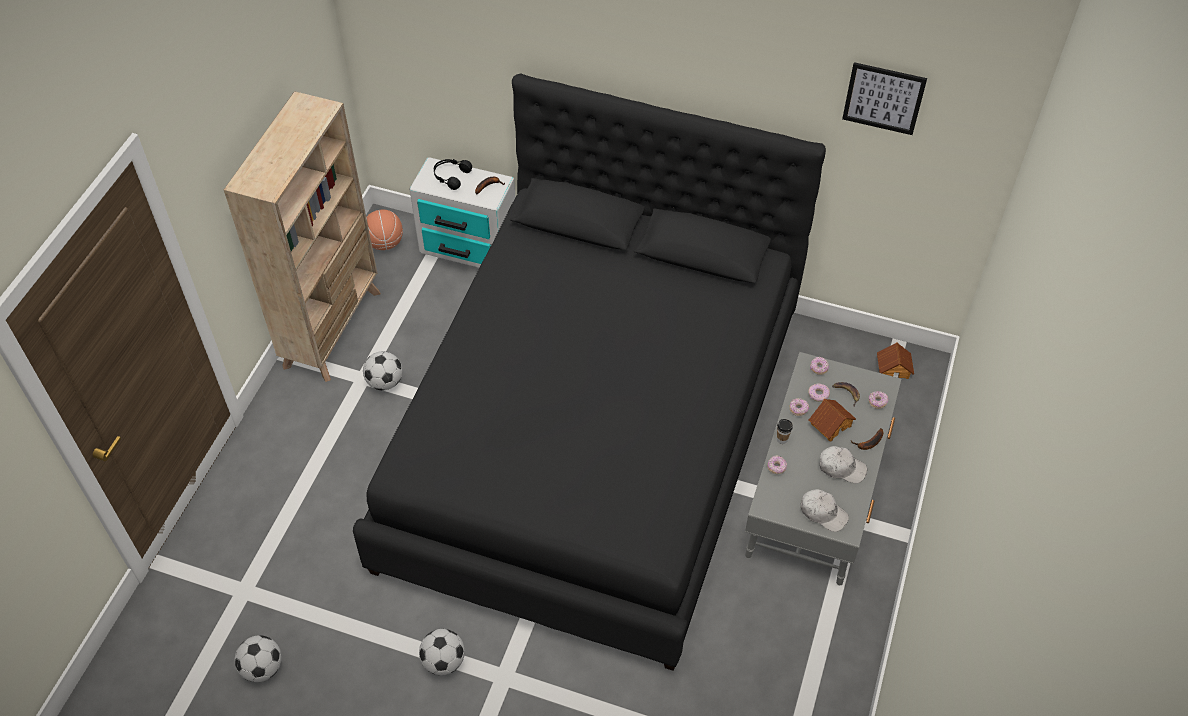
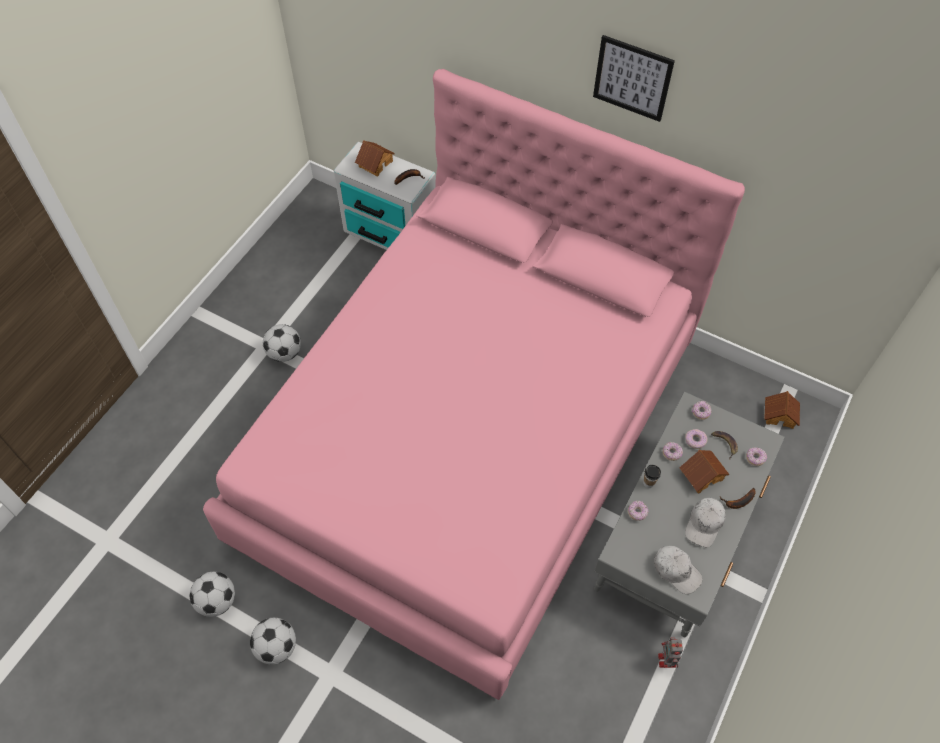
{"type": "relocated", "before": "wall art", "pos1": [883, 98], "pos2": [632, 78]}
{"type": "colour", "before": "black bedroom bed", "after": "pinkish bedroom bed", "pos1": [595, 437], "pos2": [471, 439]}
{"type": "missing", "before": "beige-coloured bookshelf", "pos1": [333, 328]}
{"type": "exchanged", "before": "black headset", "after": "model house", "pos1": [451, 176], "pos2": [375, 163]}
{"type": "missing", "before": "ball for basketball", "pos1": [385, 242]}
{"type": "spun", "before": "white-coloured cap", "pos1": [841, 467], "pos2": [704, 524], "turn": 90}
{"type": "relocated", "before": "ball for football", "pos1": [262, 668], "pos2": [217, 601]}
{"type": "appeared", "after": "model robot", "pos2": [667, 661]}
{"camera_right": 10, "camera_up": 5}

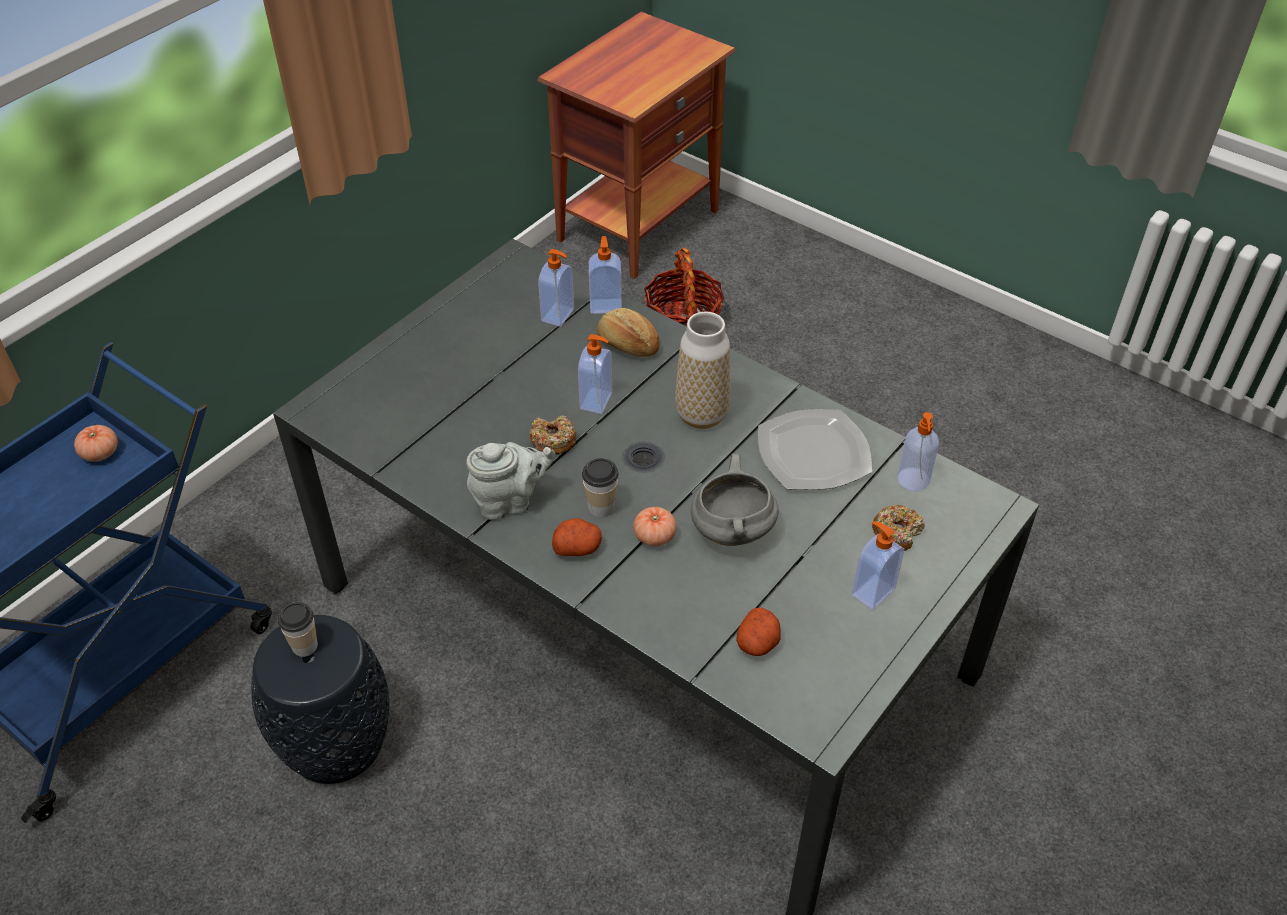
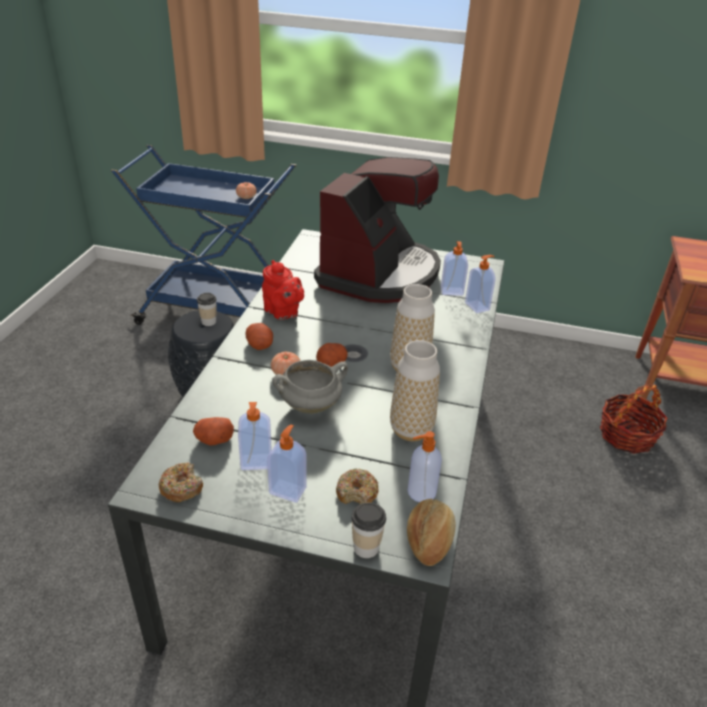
{"type": "relocated", "before": "baked bread", "pos1": [627, 345], "pos2": [429, 540]}
{"type": "relocated", "before": "liquid soap bottle", "pos1": [597, 401], "pos2": [256, 463]}
{"type": "exchanged", "before": "flat dish", "after": "decorative vase", "pos1": [815, 453], "pos2": [411, 430]}
{"type": "relocated", "before": "doughnut", "pos1": [553, 441], "pos2": [181, 487]}
{"type": "colour", "before": "gray teapot", "after": "red-coloured teapot", "pos1": [510, 502], "pos2": [283, 313]}
{"type": "relocated", "before": "drinking cup", "pos1": [601, 506], "pos2": [366, 547]}
{"type": "appeared", "after": "coffee maker", "pos2": [379, 273]}
{"type": "appeared", "after": "whole potato", "pos2": [331, 363]}
{"camera_right": 65, "camera_up": -10}

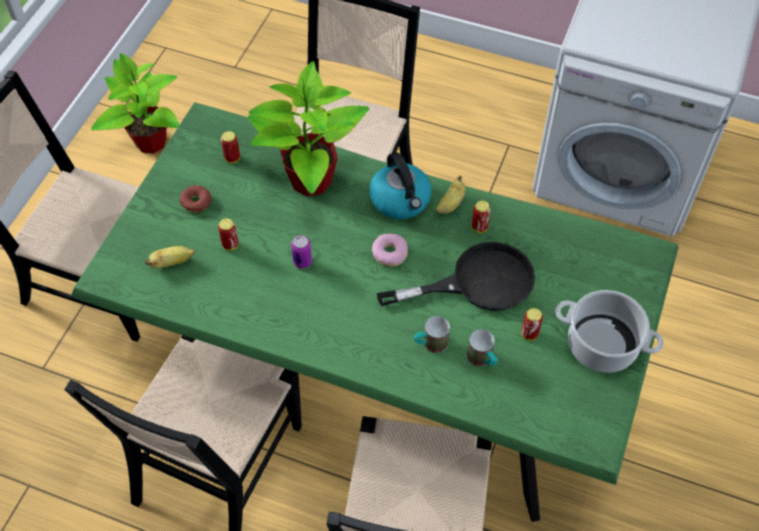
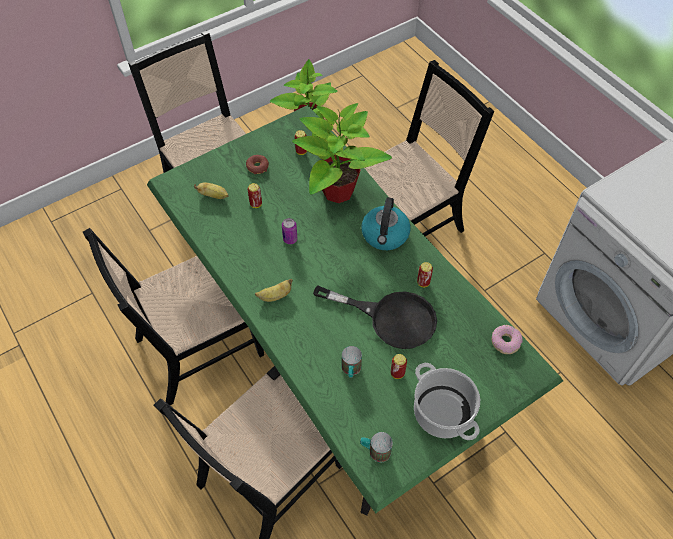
{"type": "relocated", "before": "banana", "pos1": [450, 204], "pos2": [275, 296]}
{"type": "relocated", "before": "doughnut", "pos1": [390, 253], "pos2": [505, 342]}
{"type": "relocated", "before": "mug", "pos1": [430, 344], "pos2": [375, 451]}
{"camera_right": 35, "camera_up": 0}

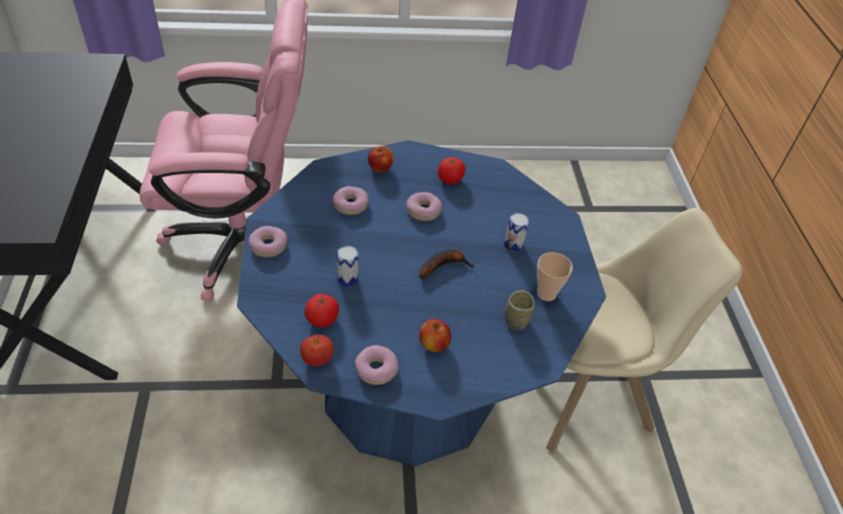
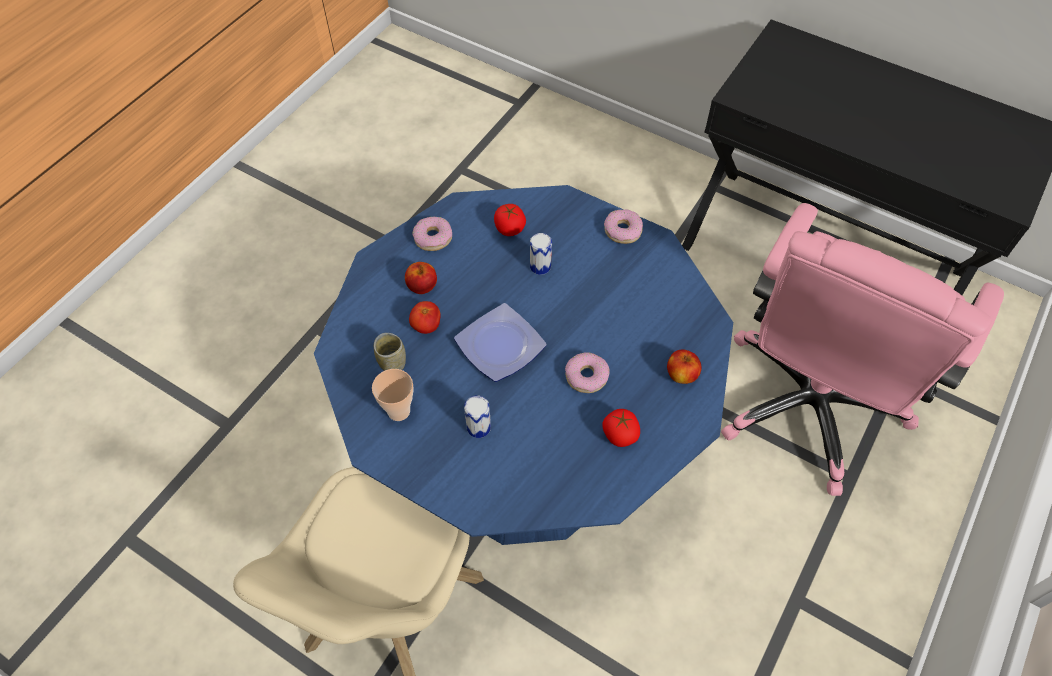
{"type": "missing", "before": "doughnut", "pos1": [350, 204]}
{"type": "exchanged", "before": "banana", "after": "flat dish", "pos1": [443, 265], "pos2": [500, 347]}
{"type": "relocated", "before": "whole tomato", "pos1": [317, 359], "pos2": [426, 326]}
{"camera_right": 130, "camera_up": 10}

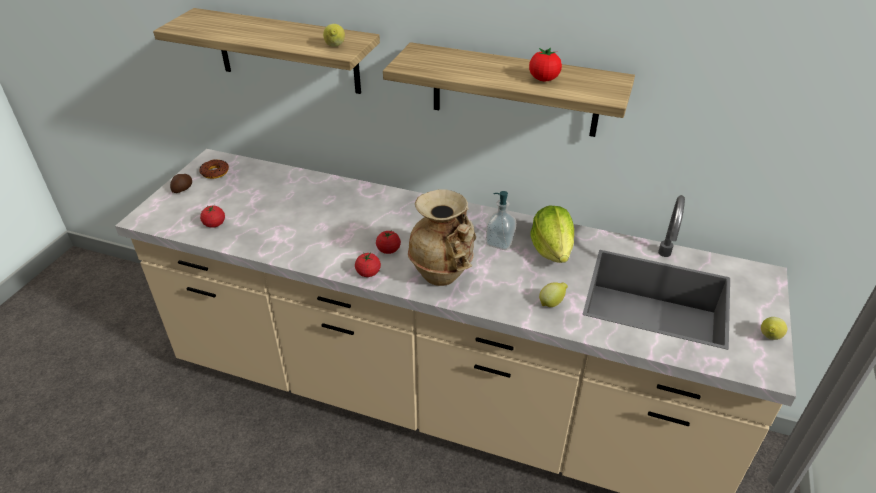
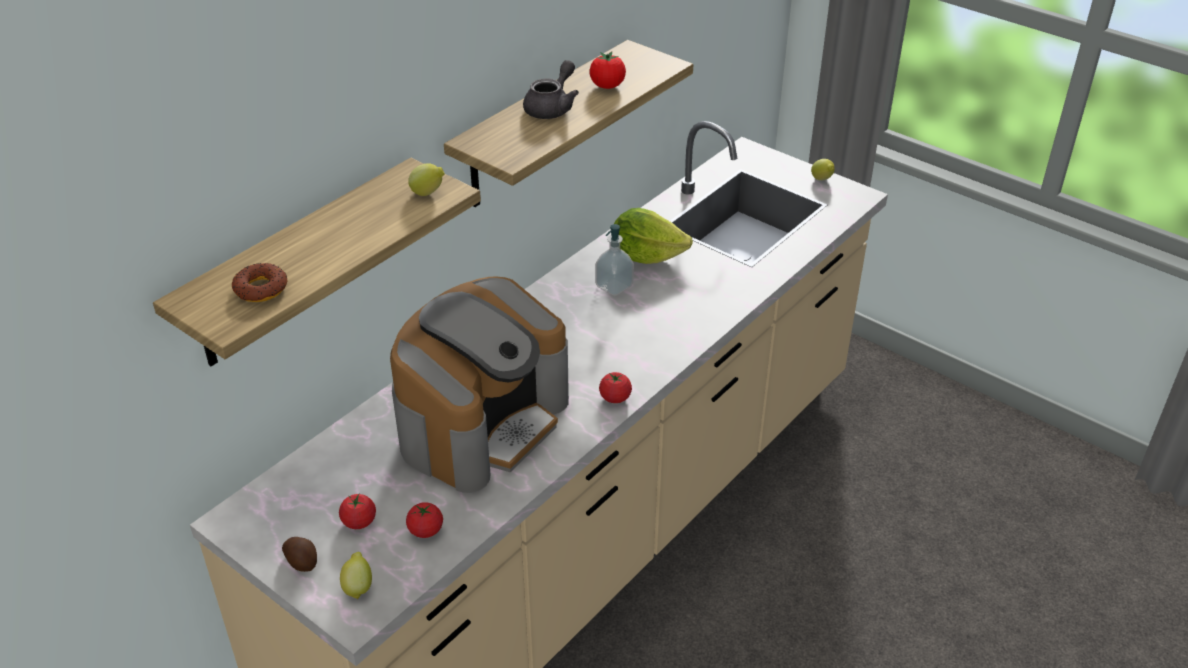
{"type": "relocated", "before": "doughnut", "pos1": [215, 172], "pos2": [260, 289]}
{"type": "missing", "before": "beige-coloured decorative vase", "pos1": [443, 274]}
{"type": "relocated", "before": "whole tomato", "pos1": [388, 250], "pos2": [359, 521]}
{"type": "relocated", "before": "lemon", "pos1": [552, 303], "pos2": [358, 586]}
{"type": "appeared", "after": "gray teapot", "pos2": [552, 107]}
{"type": "appeared", "after": "coffee maker", "pos2": [482, 422]}
{"camera_right": -70, "camera_up": 0}

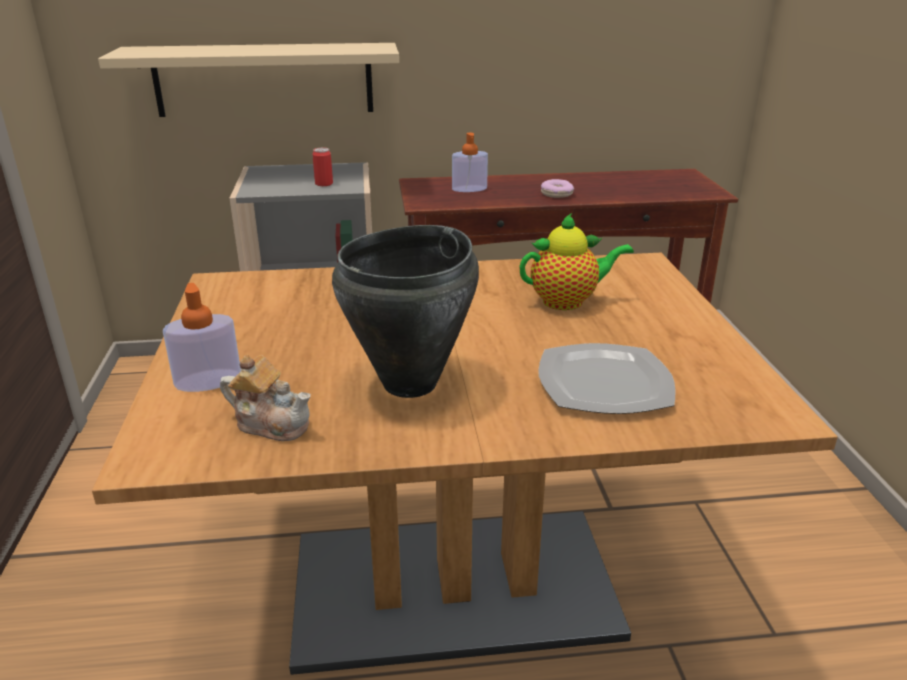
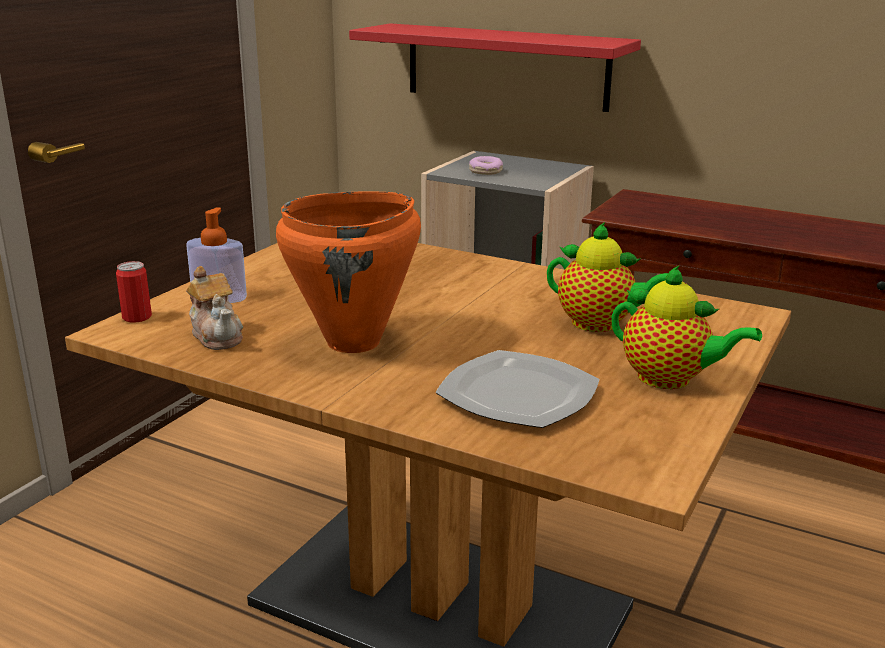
{"type": "colour", "before": "beige-coloured wall shelf", "after": "red-coloured wall shelf", "pos1": [264, 80], "pos2": [506, 66]}
{"type": "missing", "before": "liquid soap bottle", "pos1": [469, 189]}
{"type": "relocated", "before": "can", "pos1": [324, 184], "pos2": [137, 317]}
{"type": "relocated", "before": "doughnut", "pos1": [556, 194], "pos2": [485, 171]}
{"type": "colour", "before": "black stockpot", "after": "orange stockpot", "pos1": [411, 383], "pos2": [354, 342]}
{"type": "appeared", "after": "teapot", "pos2": [670, 379]}
{"camera_right": 35, "camera_up": -5}

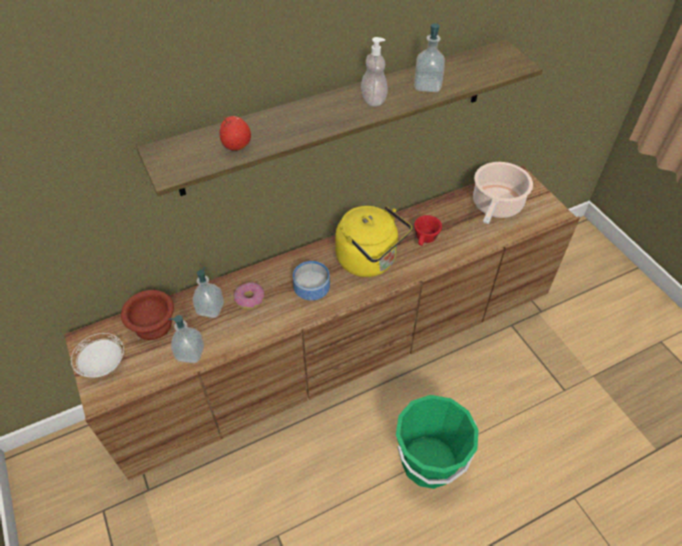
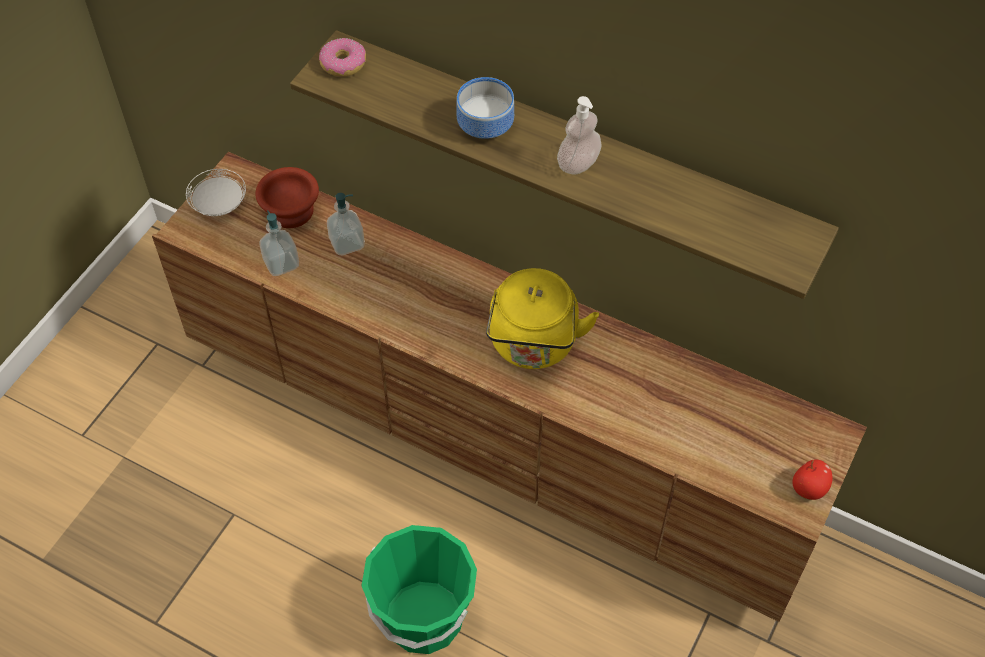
{"type": "missing", "before": "liquid soap bottle", "pos1": [427, 85]}
{"type": "relocated", "before": "apple", "pos1": [236, 146], "pos2": [809, 488]}
{"type": "missing", "before": "stockpot", "pos1": [496, 206]}
{"type": "missing", "before": "red-coloured drinking cup", "pos1": [425, 239]}
{"type": "relocated", "before": "bowl", "pos1": [310, 290], "pos2": [484, 124]}
{"type": "relocated", "before": "doughnut", "pos1": [250, 299], "pos2": [343, 64]}
{"camera_right": 55, "camera_up": 5}

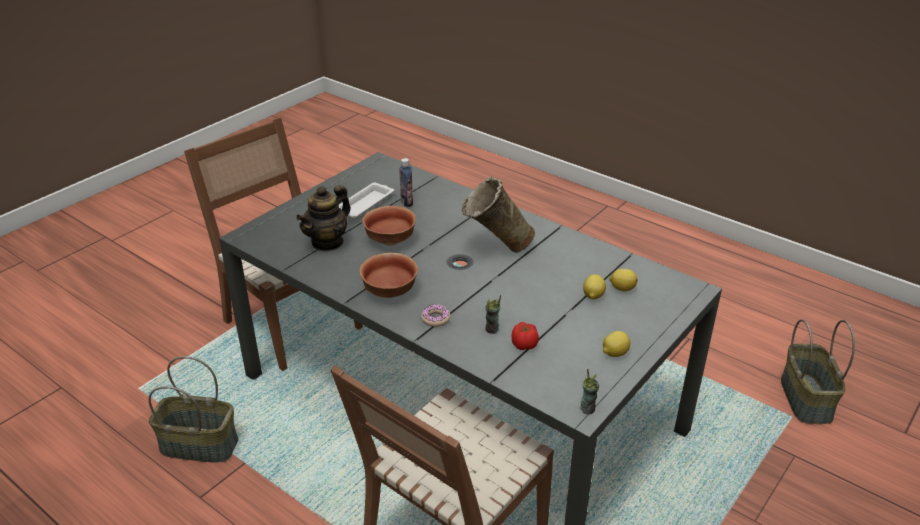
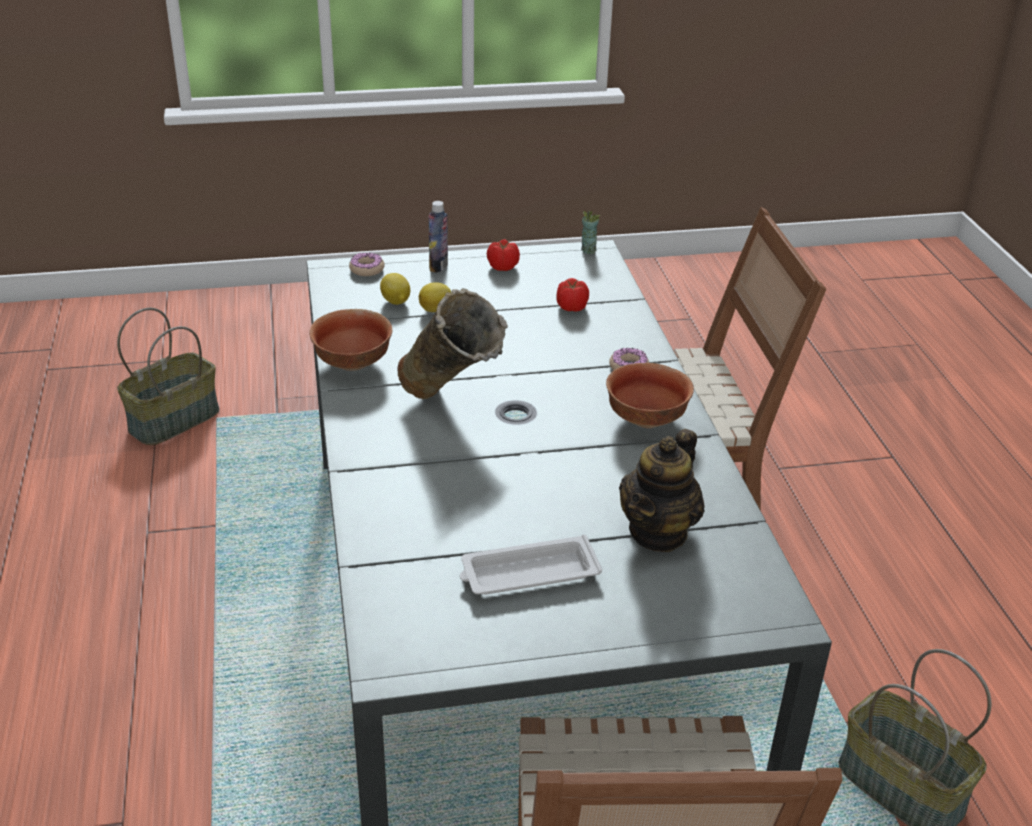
{"type": "relocated", "before": "bottle", "pos1": [406, 202], "pos2": [438, 266]}
{"type": "spun", "before": "teapot", "pos1": [327, 242], "pos2": [658, 532], "turn": 135}
{"type": "relocated", "before": "bowl", "pos1": [389, 240], "pos2": [354, 363]}
{"type": "missing", "before": "drinking cup", "pos1": [492, 329]}
{"type": "exchanged", "before": "lemon", "after": "whole tomato", "pos1": [614, 353], "pos2": [502, 267]}
{"type": "appeared", "after": "doughnut", "pos2": [367, 269]}
{"camera_right": -140, "camera_up": 0}

